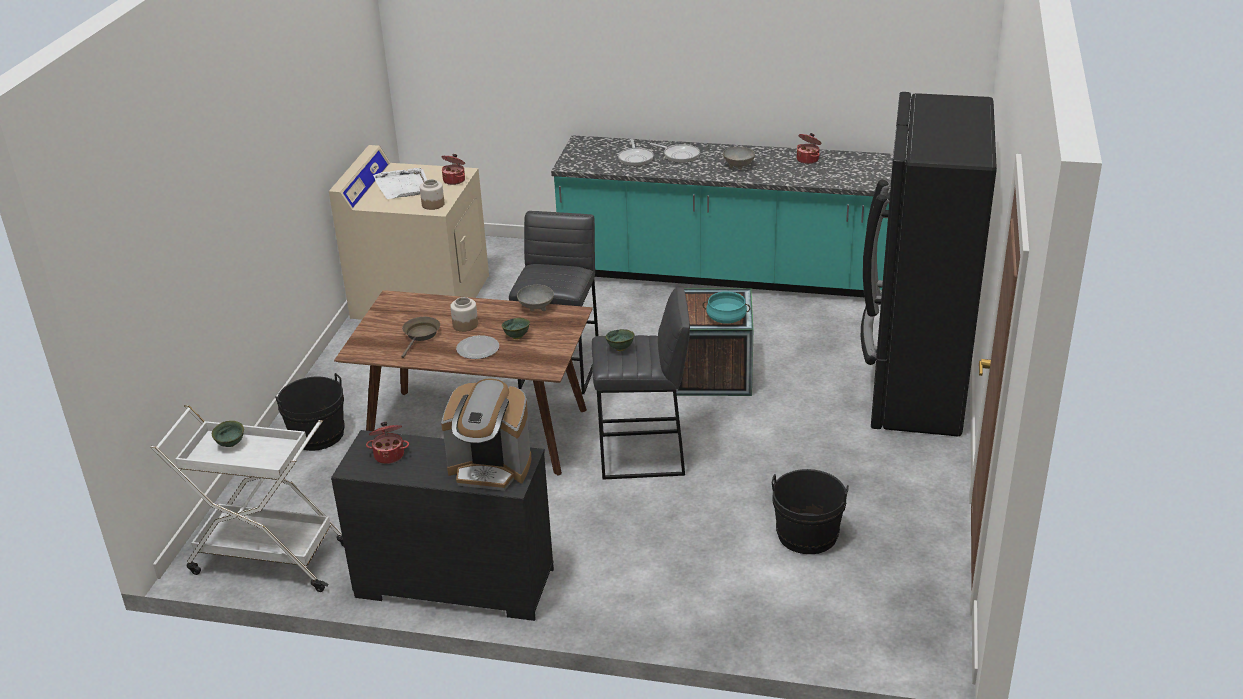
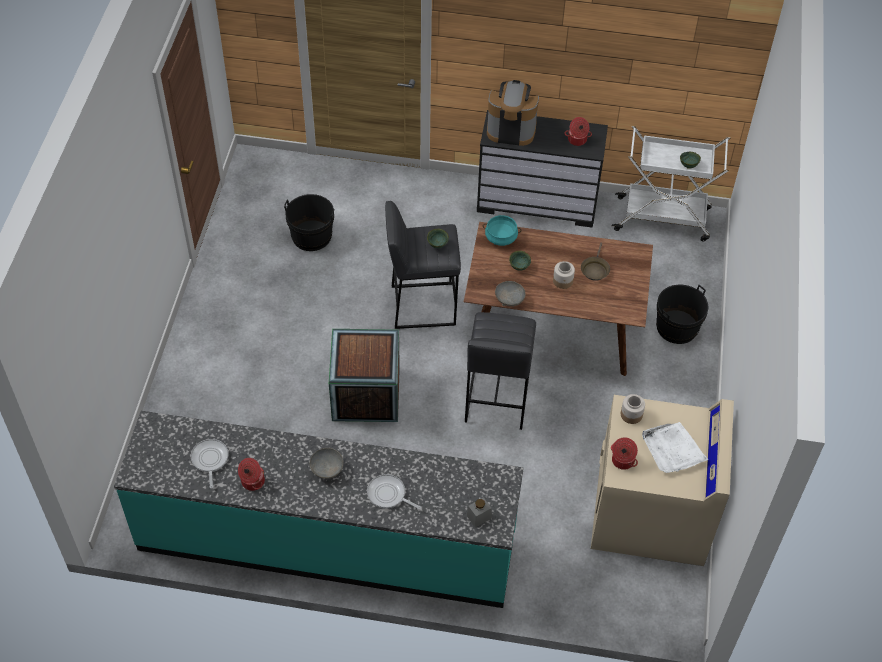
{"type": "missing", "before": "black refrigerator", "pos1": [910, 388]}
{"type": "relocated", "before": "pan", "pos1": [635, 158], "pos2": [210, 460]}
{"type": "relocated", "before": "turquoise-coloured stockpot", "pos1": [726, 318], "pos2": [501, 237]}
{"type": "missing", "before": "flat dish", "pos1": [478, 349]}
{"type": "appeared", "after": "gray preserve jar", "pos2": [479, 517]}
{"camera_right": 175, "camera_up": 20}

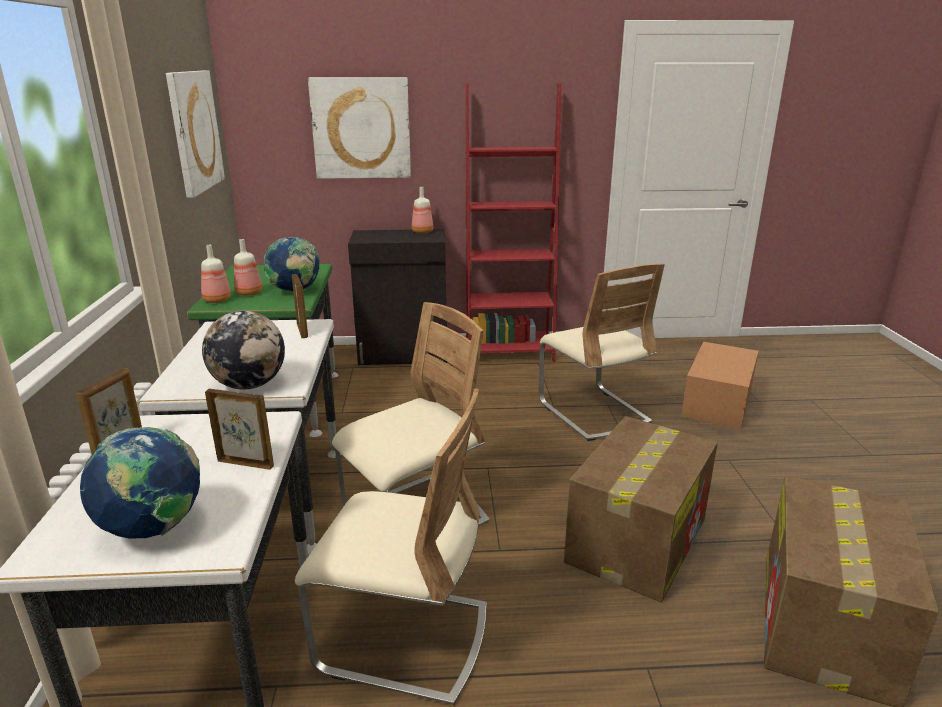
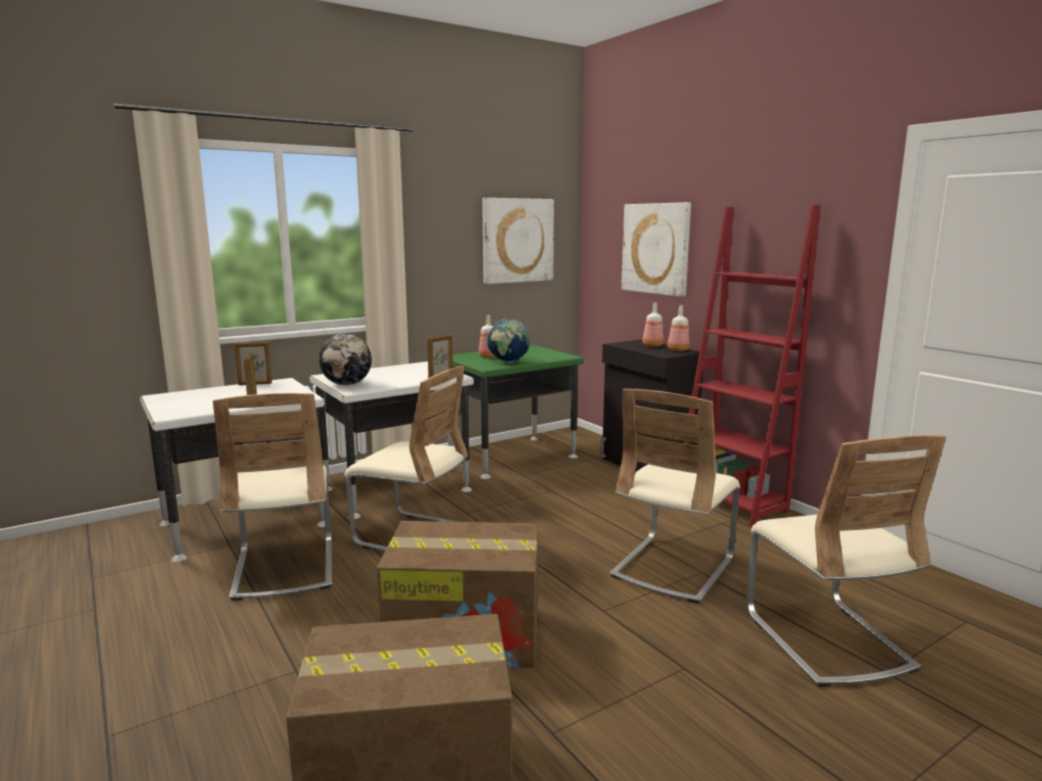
{"type": "relocated", "before": "bottle", "pos1": [216, 300], "pos2": [652, 345]}
{"type": "exchanged", "before": "carton", "after": "beige-coloured chair", "pos1": [717, 402], "pos2": [826, 640]}
{"type": "missing", "before": "world globe", "pos1": [154, 529]}
{"camera_right": 60, "camera_up": -10}

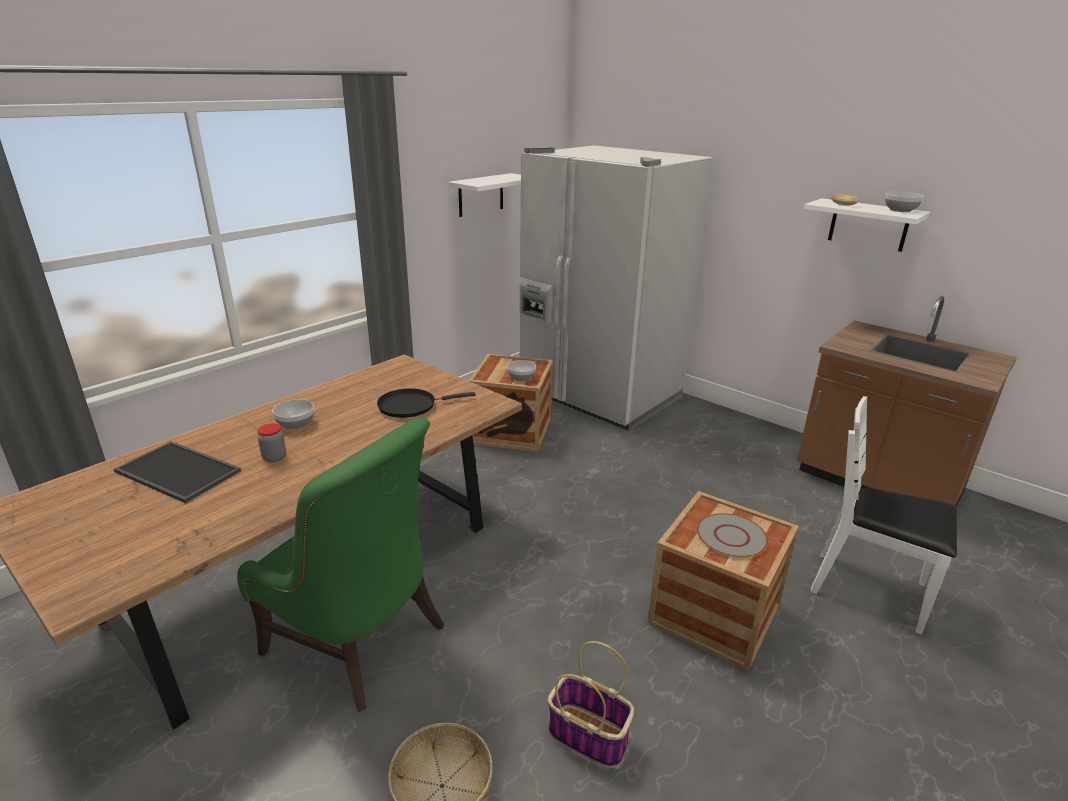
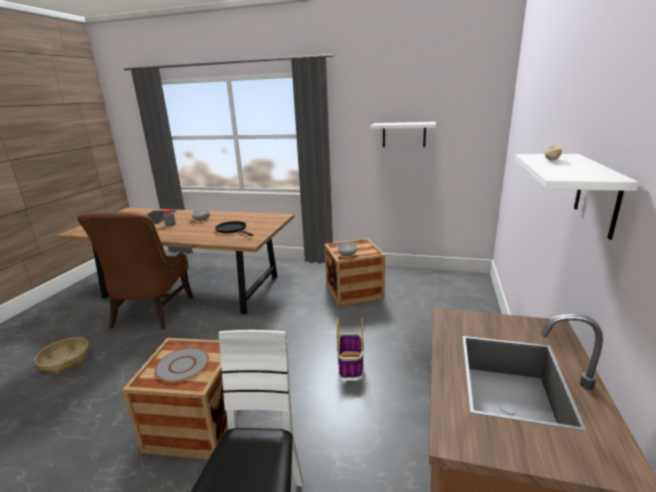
{"type": "missing", "before": "white-coloured refrigerator", "pos1": [600, 394]}
{"type": "missing", "before": "bowl", "pos1": [899, 210]}
{"type": "colour", "before": "greenish chair", "after": "brown-coloured chair", "pos1": [358, 639], "pos2": [151, 312]}
{"type": "relocated", "before": "storage basket", "pos1": [589, 736], "pos2": [350, 365]}
{"camera_right": 65, "camera_up": -5}

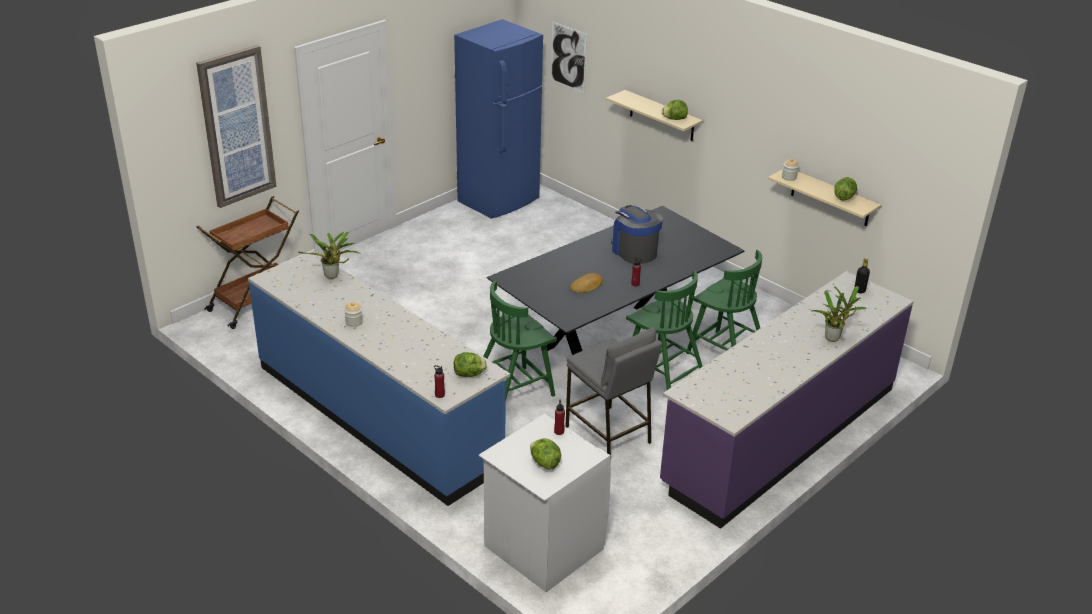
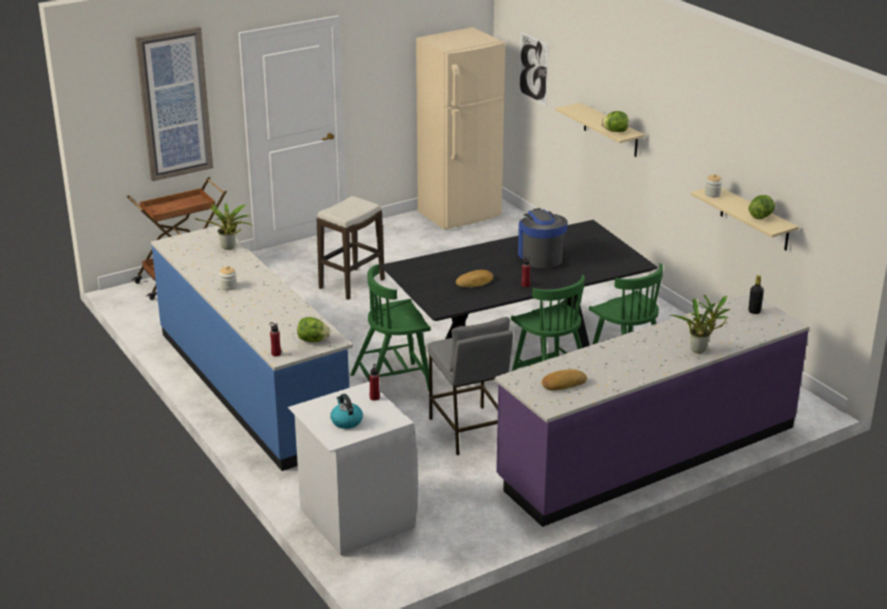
{"type": "colour", "before": "blue-coloured refrigerator", "after": "beige-coloured refrigerator", "pos1": [499, 201], "pos2": [459, 214]}
{"type": "exchanged", "before": "lettuce", "after": "tea kettle", "pos1": [544, 463], "pos2": [346, 421]}
{"type": "appeared", "after": "stool", "pos2": [351, 284]}
{"type": "appeared", "after": "baked bread", "pos2": [563, 383]}
{"camera_right": 15, "camera_up": -5}

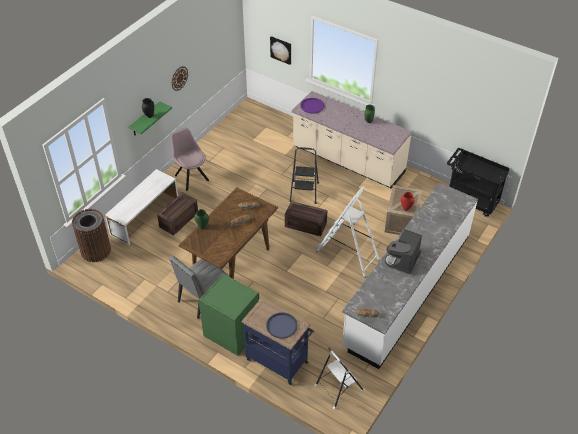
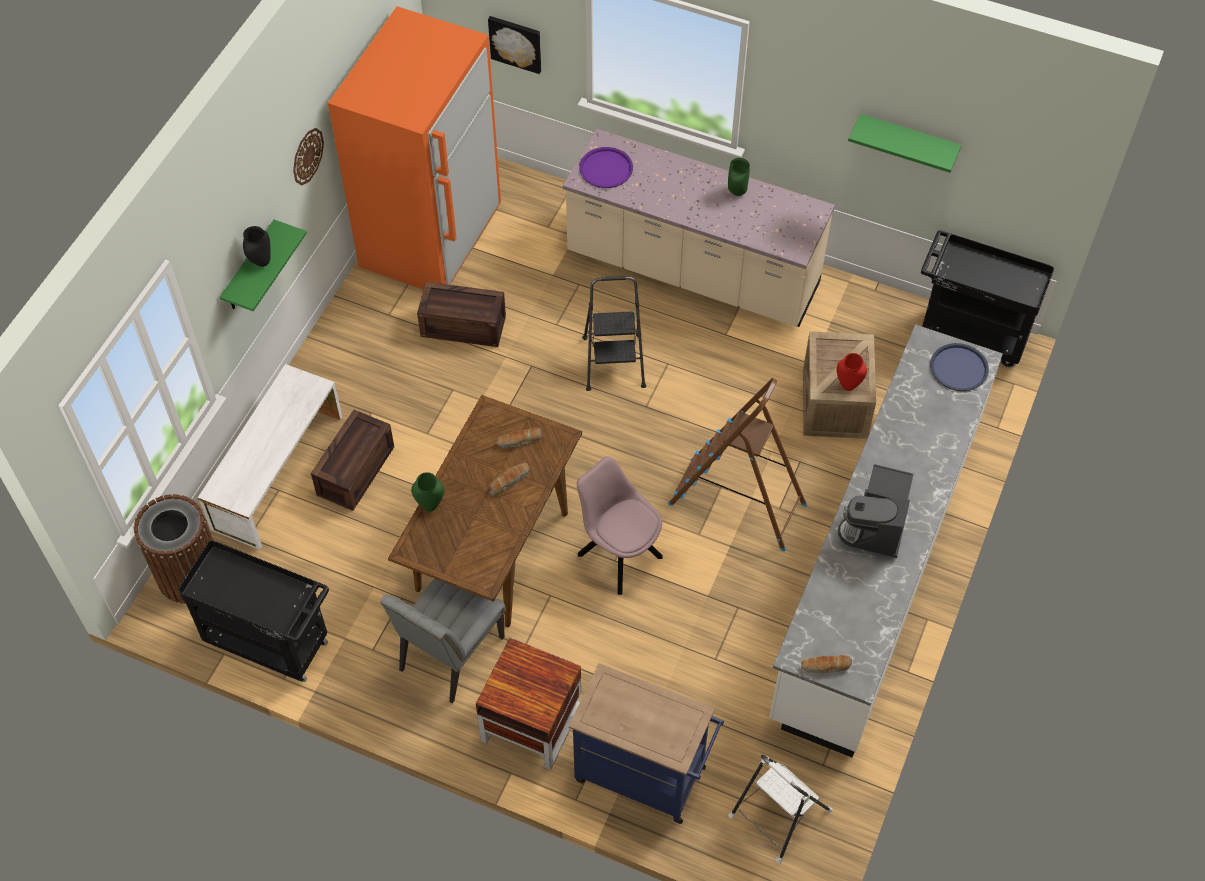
{"type": "relocated", "before": "pinkish chair", "pos1": [191, 178], "pos2": [619, 556]}
{"type": "colour", "before": "white-coloured stepladder", "after": "brown-coloured stepladder", "pos1": [347, 256], "pos2": [736, 504]}
{"type": "relocated", "before": "shipping crate", "pos1": [306, 224], "pos2": [464, 325]}
{"type": "exchanged", "before": "greenish washing machine", "after": "bedside table", "pos1": [232, 332], "pos2": [532, 722]}
{"type": "relocated", "before": "blue-coloured serving tray", "pos1": [281, 325], "pos2": [959, 368]}
{"type": "appeared", "after": "orange refrigerator", "pos2": [432, 233]}
{"type": "appeared", "after": "greenish wall shelf", "pos2": [908, 140]}
{"type": "appeared", "after": "black wheeled cart", "pos2": [273, 646]}
{"camera_right": -10, "camera_up": 10}

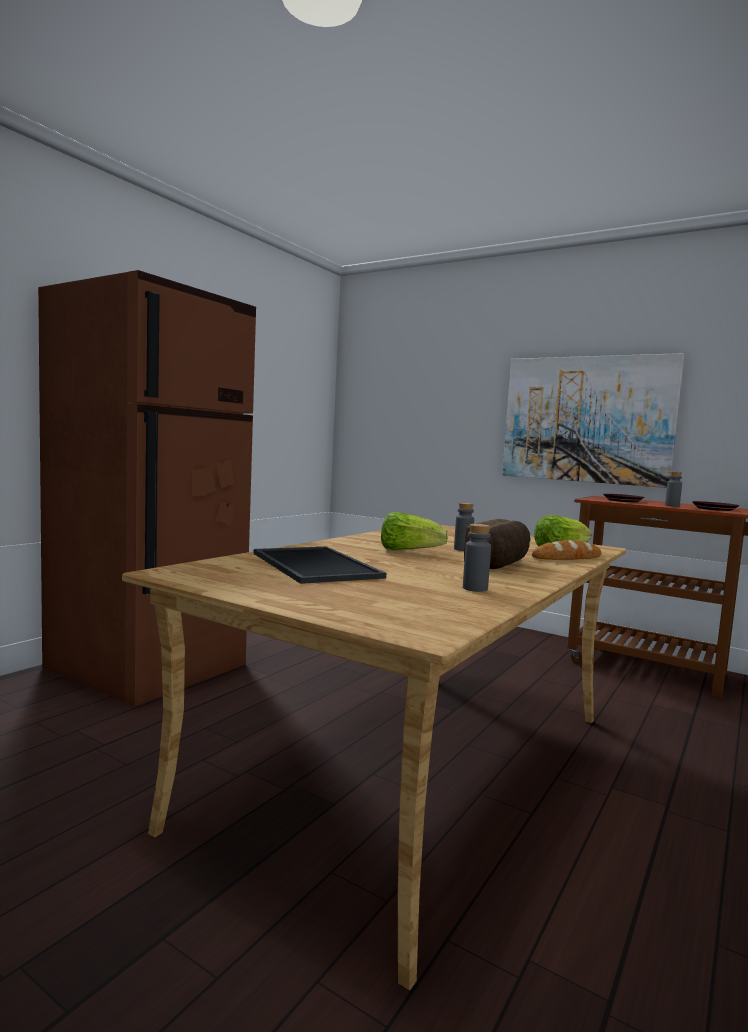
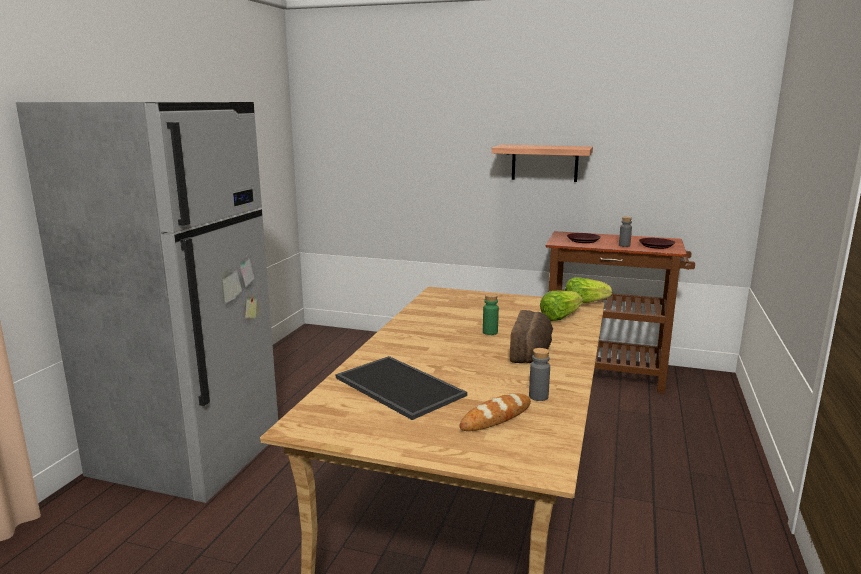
{"type": "colour", "before": "brown-coloured refrigerator", "after": "gray refrigerator", "pos1": [147, 664], "pos2": [187, 453]}
{"type": "exchanged", "before": "wall art", "after": "wall shelf", "pos1": [586, 419], "pos2": [544, 163]}
{"type": "colour", "before": "gray bottle", "after": "greenish bottle", "pos1": [462, 549], "pos2": [490, 332]}
{"type": "relocated", "before": "lettuce", "pos1": [408, 551], "pos2": [584, 303]}
{"type": "relocated", "before": "baked bread", "pos1": [567, 557], "pos2": [496, 417]}
{"camera_right": -15, "camera_up": 10}

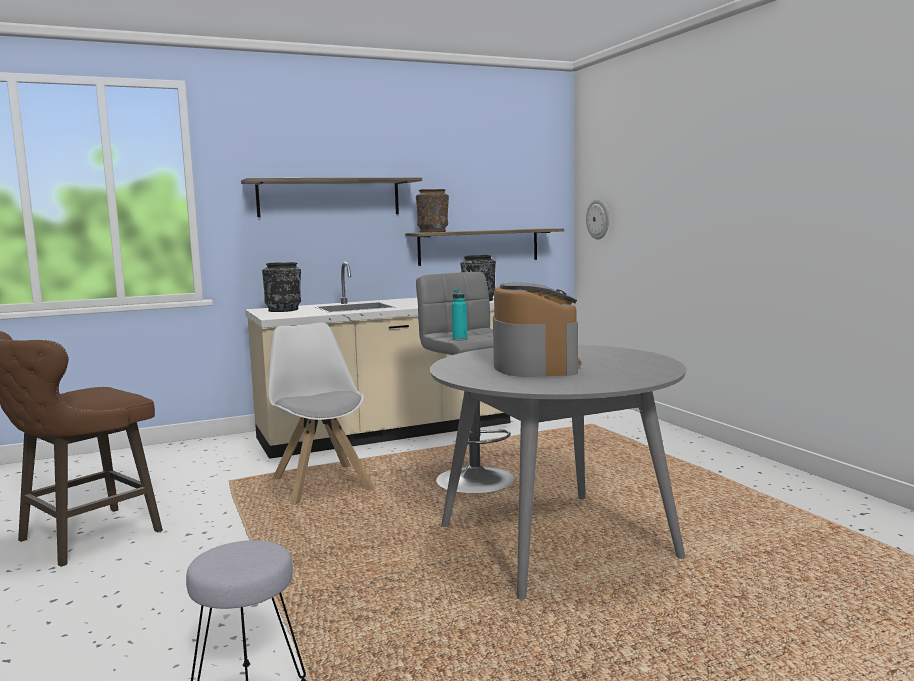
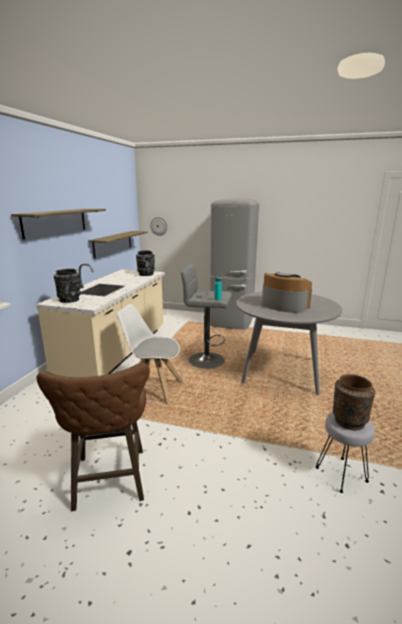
{"type": "relocated", "before": "brown-coloured decorative vase", "pos1": [433, 232], "pos2": [349, 420]}
{"type": "appeared", "after": "gray refrigerator", "pos2": [231, 323]}
{"camera_right": -50, "camera_up": 10}

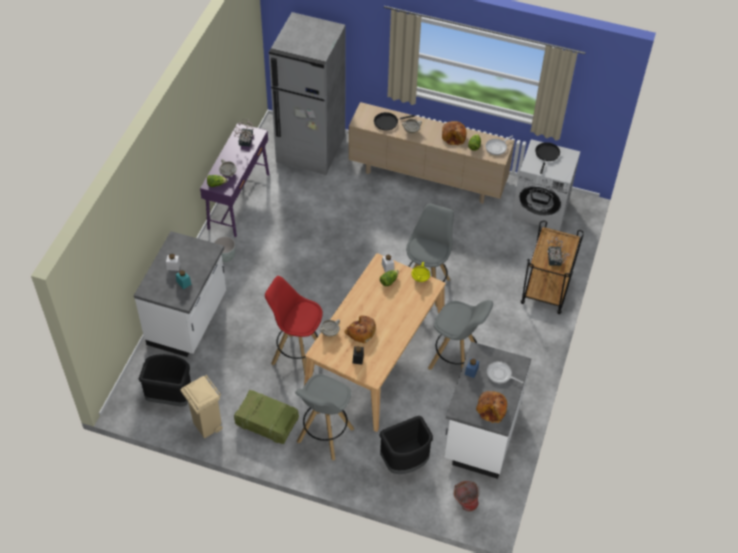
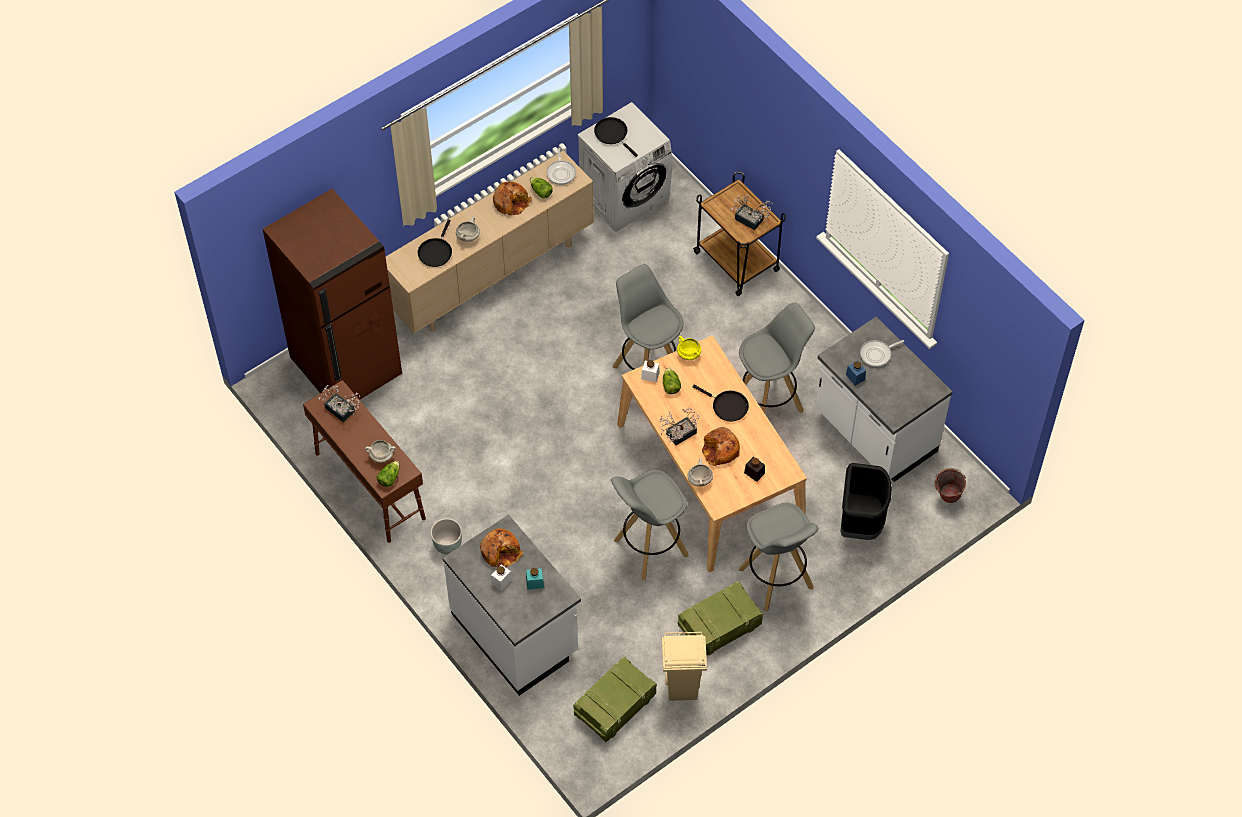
{"type": "colour", "before": "gray refrigerator", "after": "brown-coloured refrigerator", "pos1": [311, 148], "pos2": [346, 364]}
{"type": "colour", "before": "purplish narrow table", "after": "brown-coloured narrow table", "pos1": [239, 201], "pos2": [370, 485]}
{"type": "colour", "before": "red-coloured stool", "after": "gray stool", "pos1": [297, 355], "pos2": [648, 548]}
{"type": "exchanged", "before": "black waste bin", "after": "shipping crate", "pos1": [170, 397], "pos2": [614, 707]}
{"type": "relocated", "before": "baked bread", "pos1": [492, 409], "pos2": [501, 551]}
{"type": "appeared", "after": "black pan", "pos2": [727, 406]}
{"type": "appeared", "after": "plant in a pot", "pos2": [678, 435]}
{"camera_right": -55, "camera_up": 5}

